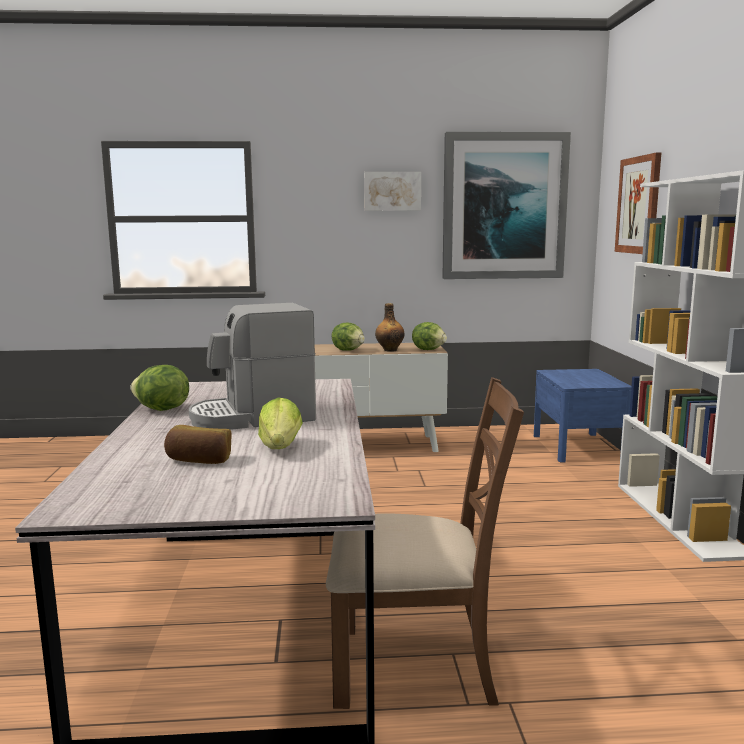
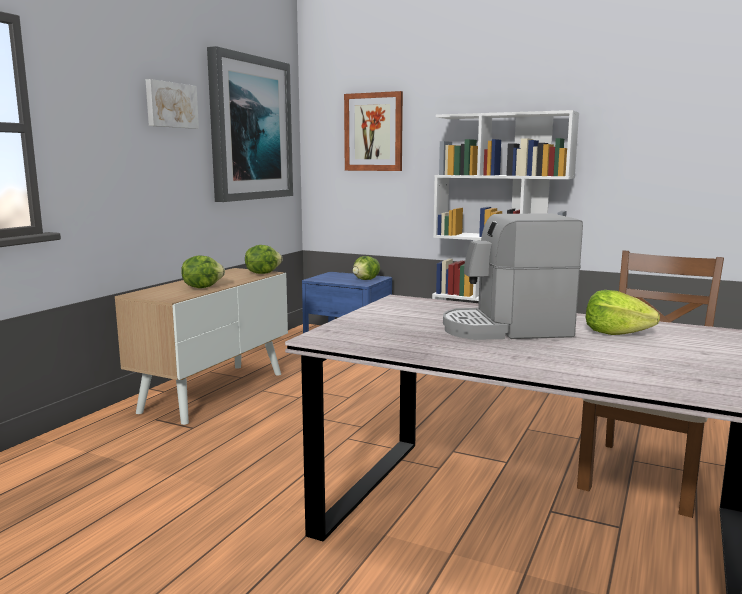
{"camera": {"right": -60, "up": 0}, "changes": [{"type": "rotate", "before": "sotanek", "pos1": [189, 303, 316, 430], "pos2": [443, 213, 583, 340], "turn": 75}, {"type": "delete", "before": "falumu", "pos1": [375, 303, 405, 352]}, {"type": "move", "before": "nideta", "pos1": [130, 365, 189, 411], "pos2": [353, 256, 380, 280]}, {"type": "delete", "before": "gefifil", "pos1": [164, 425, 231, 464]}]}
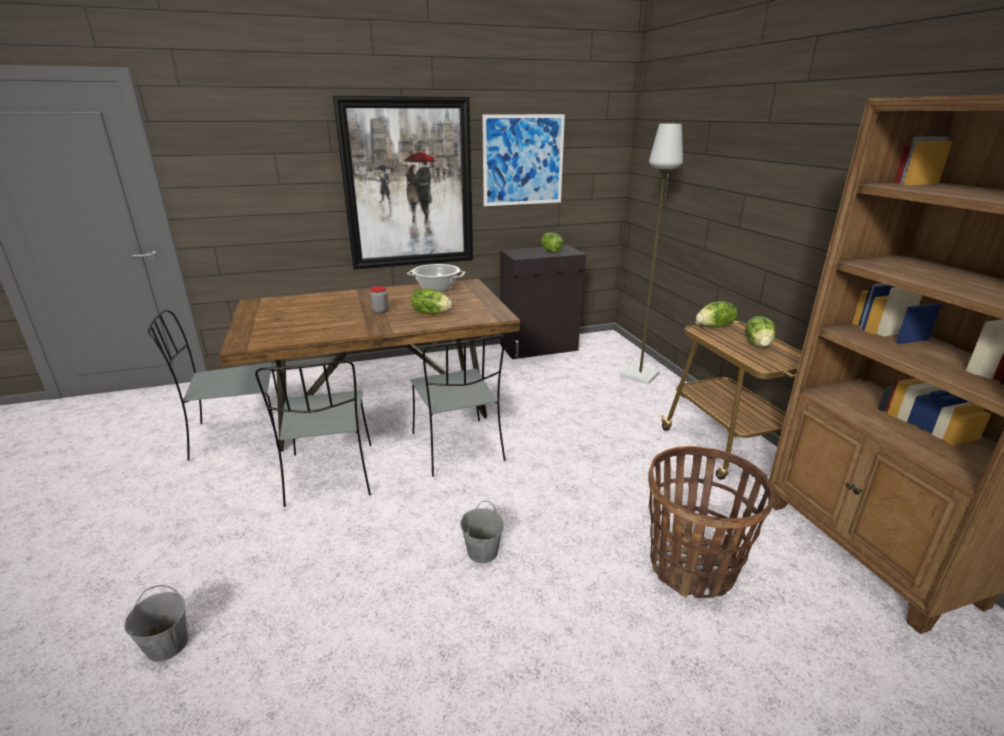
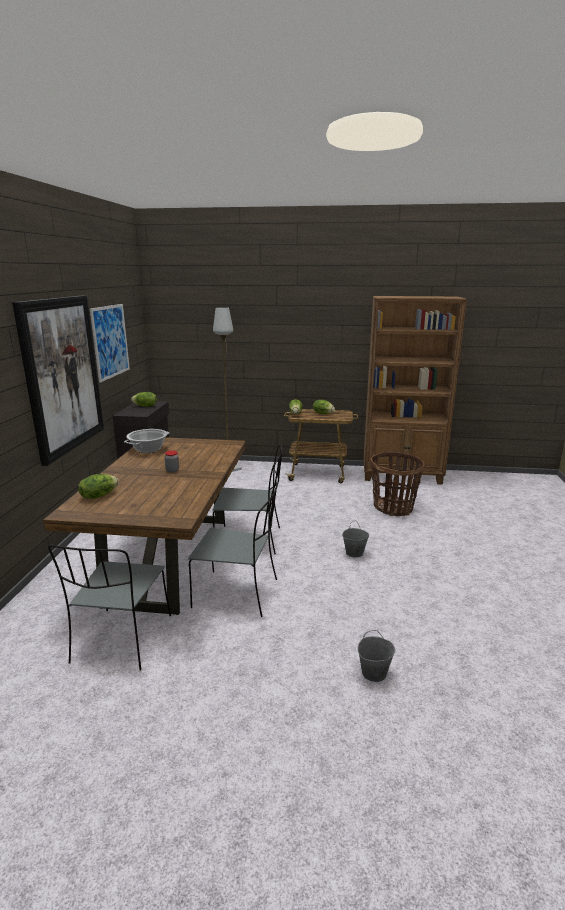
{"camera": {"right": -65, "up": -5}, "changes": [{"type": "move", "before": "nideta", "pos1": [411, 288, 452, 314], "pos2": [78, 474, 119, 499]}]}
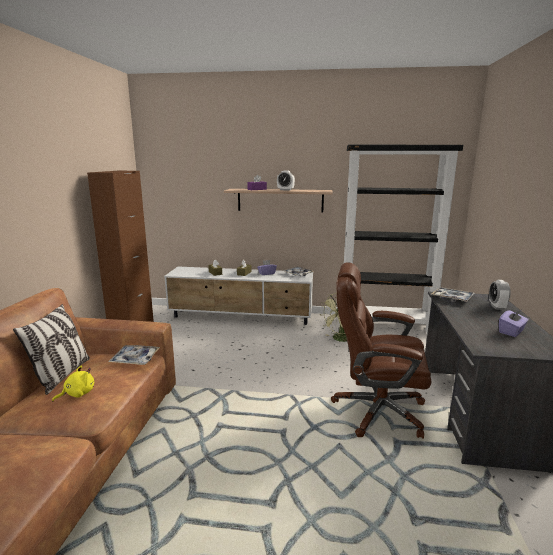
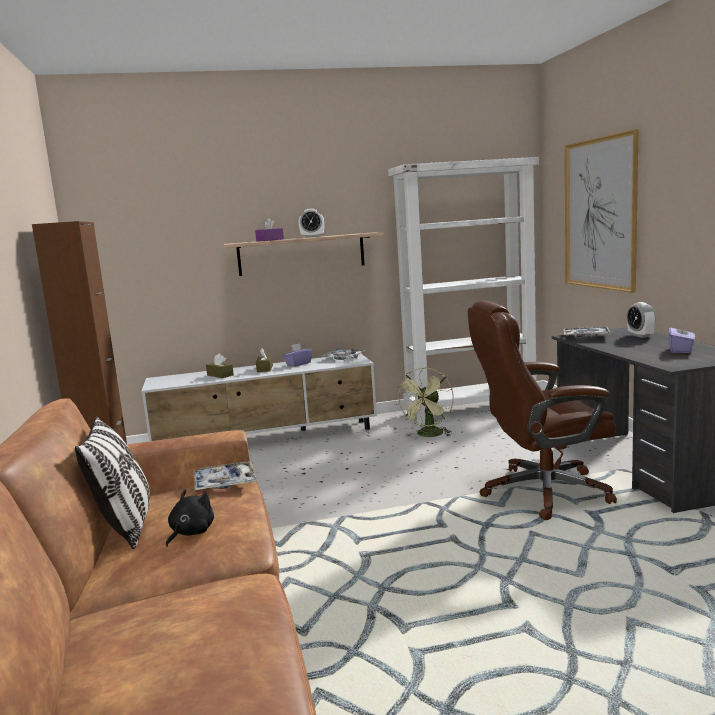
{"camera": {"right": -20, "up": -5}, "changes": [{"type": "recolor", "before": "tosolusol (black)", "after": "tosolusol (white)", "pos1": [344, 145, 463, 333], "pos2": [388, 157, 539, 424]}, {"type": "recolor", "before": "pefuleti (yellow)", "after": "pefuleti (black)", "pos1": [52, 365, 94, 402], "pos2": [166, 489, 214, 547]}, {"type": "insert", "after": "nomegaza", "pos2": [565, 129, 639, 293]}]}
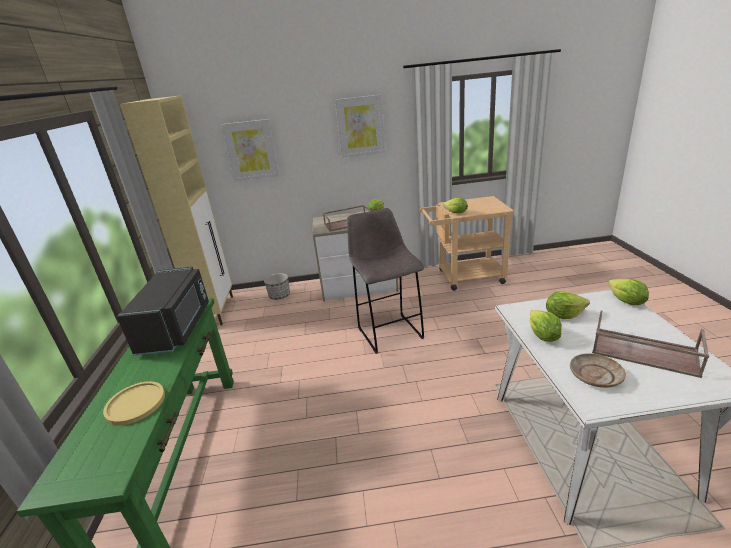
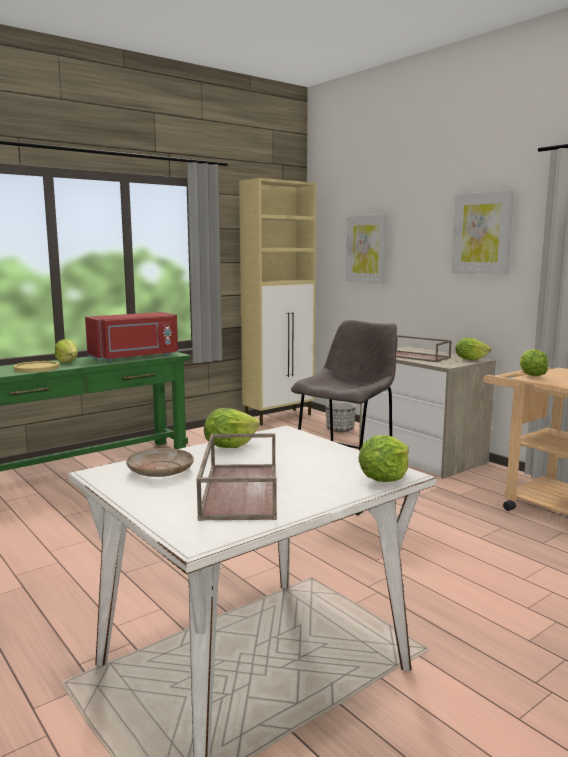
{"camera": {"right": 55, "up": -15}, "changes": [{"type": "recolor", "before": "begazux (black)", "after": "begazux (red)", "pos1": [117, 267, 209, 356], "pos2": [85, 312, 178, 361]}, {"type": "move", "before": "nideta", "pos1": [546, 291, 590, 319], "pos2": [55, 339, 78, 363]}]}
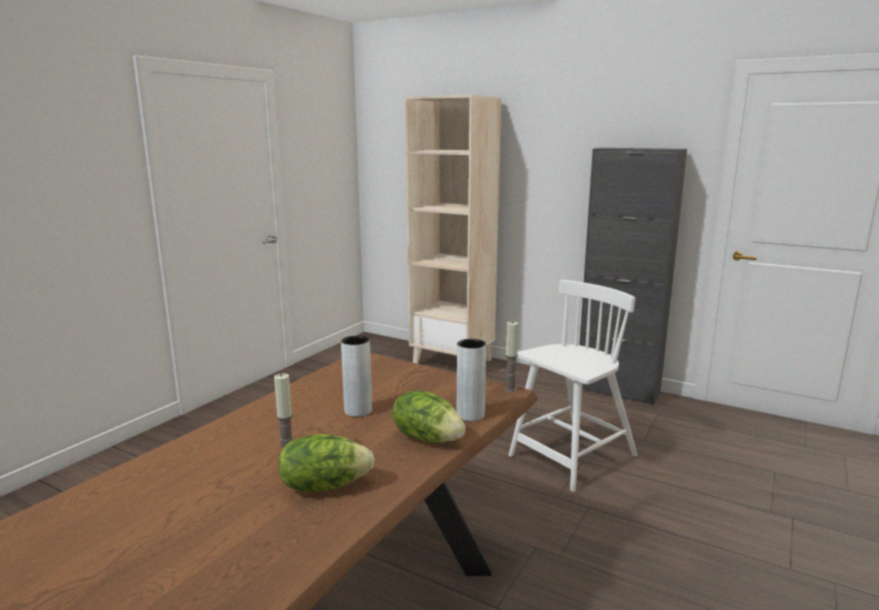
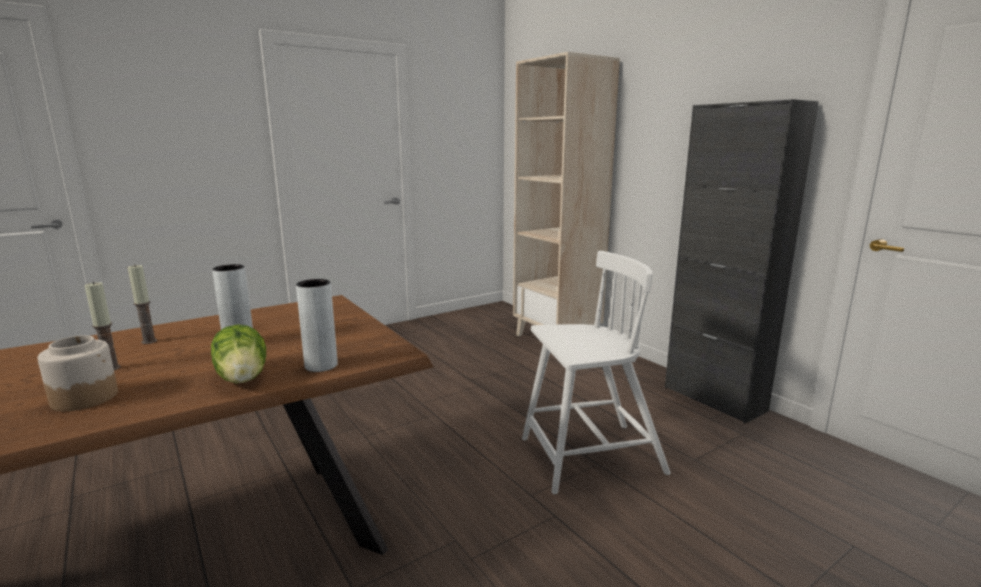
{"camera": {"right": 25, "up": 0}, "changes": [{"type": "move", "before": "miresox", "pos1": [504, 321, 518, 392], "pos2": [127, 264, 157, 344]}, {"type": "replace", "before": "nideta", "after": "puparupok", "pos1": [278, 434, 375, 492], "pos2": [37, 335, 118, 411]}]}
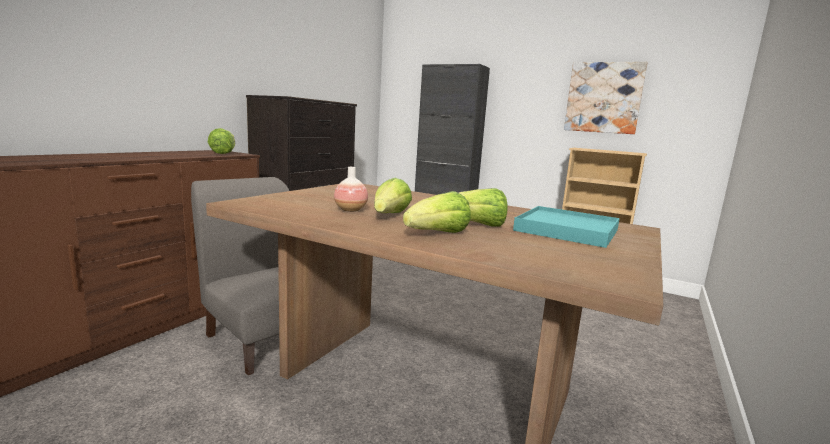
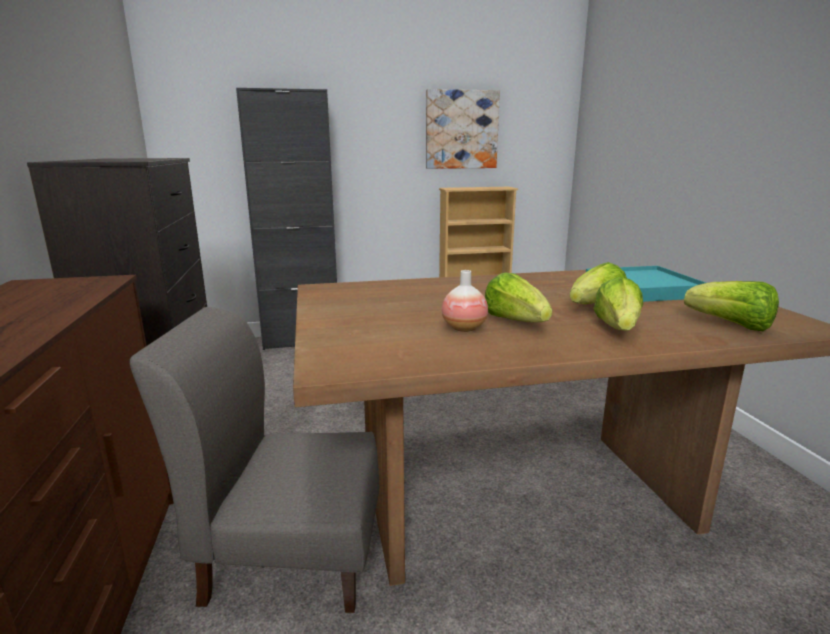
{"camera": {"right": -40, "up": 5}, "changes": [{"type": "move", "before": "nideta", "pos1": [208, 128, 235, 154], "pos2": [684, 281, 779, 331]}]}
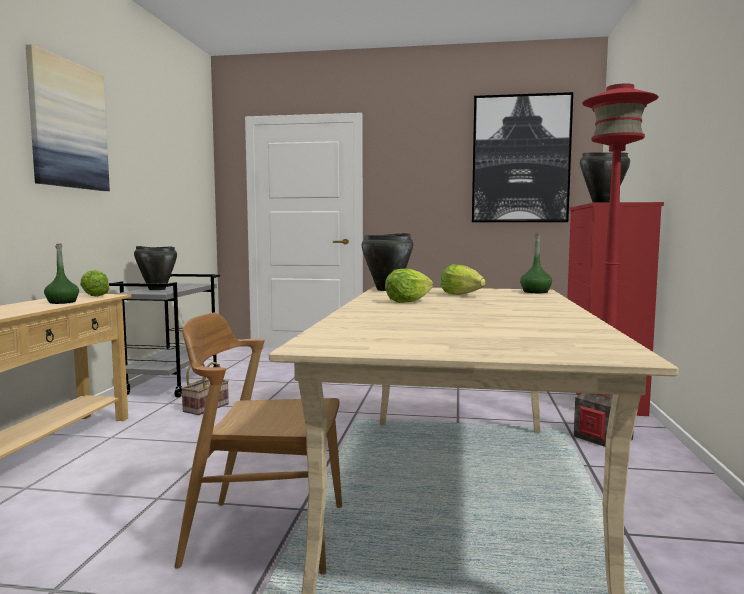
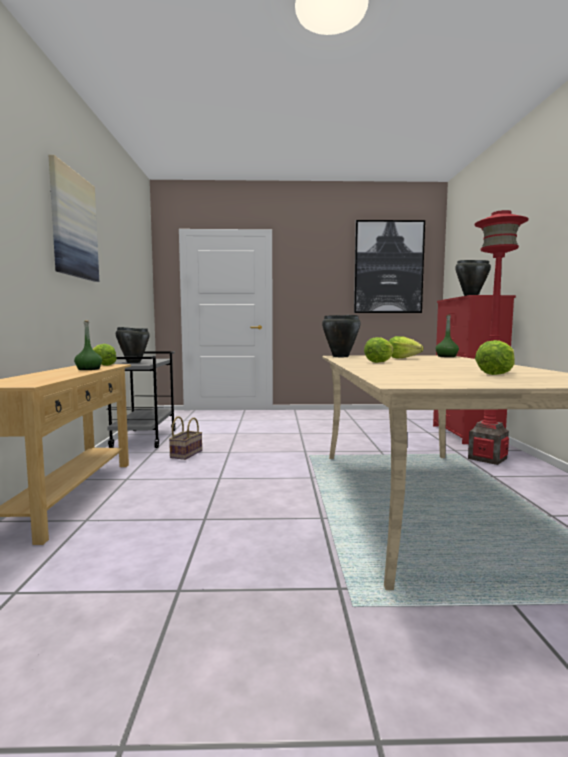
{"camera": {"right": -10, "up": 0}, "changes": [{"type": "delete", "before": "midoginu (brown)", "pos1": [175, 313, 342, 575]}, {"type": "insert", "after": "nideta", "pos2": [475, 340, 515, 375]}]}
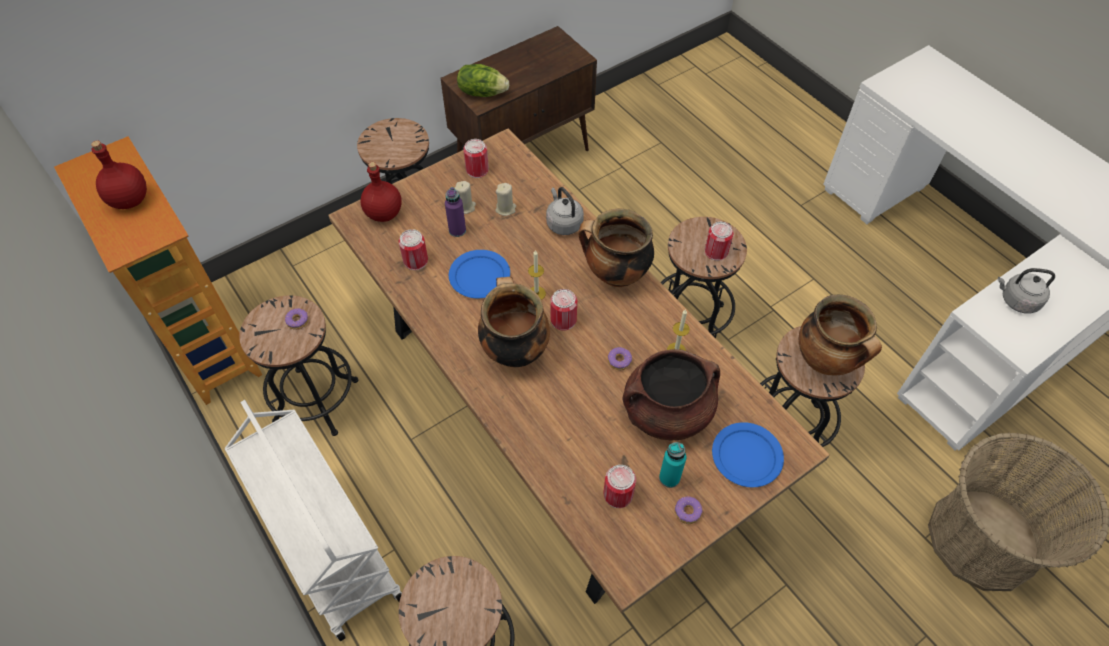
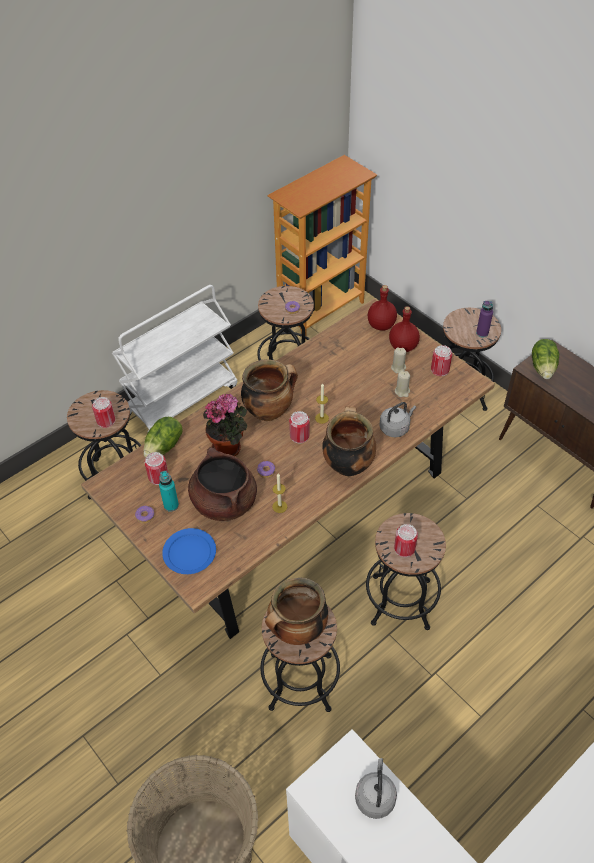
{"camera": {"right": 85, "up": -5}, "changes": [{"type": "move", "before": "falumu (red)", "pos1": [91, 141, 147, 209], "pos2": [389, 306, 420, 352]}, {"type": "move", "before": "falumu (purple)", "pos1": [445, 187, 466, 237], "pos2": [476, 301, 493, 338]}, {"type": "move", "before": "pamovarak", "pos1": [399, 229, 428, 270], "pos2": [92, 397, 115, 428]}, {"type": "delete", "before": "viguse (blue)", "pos1": [449, 250, 510, 298]}, {"type": "insert", "after": "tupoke", "pos2": [203, 394, 247, 456]}, {"type": "insert", "after": "nideta", "pos2": [143, 417, 182, 458]}]}
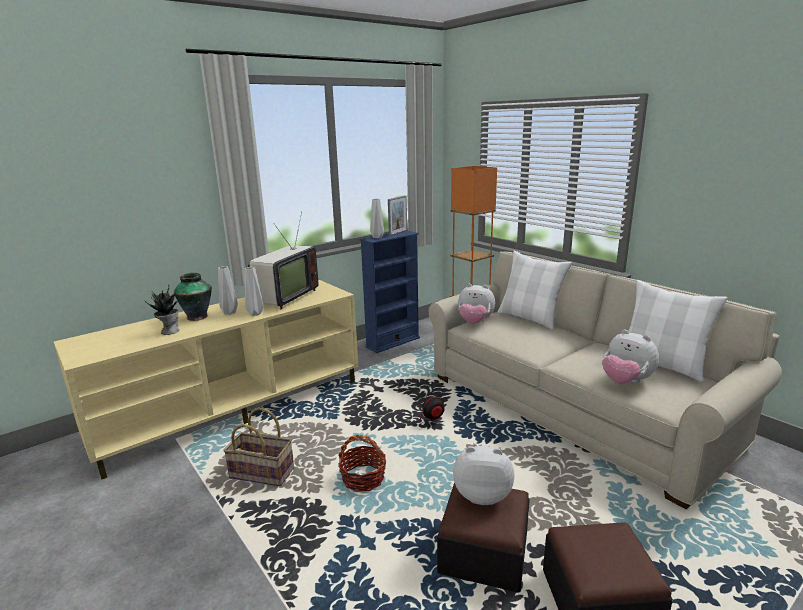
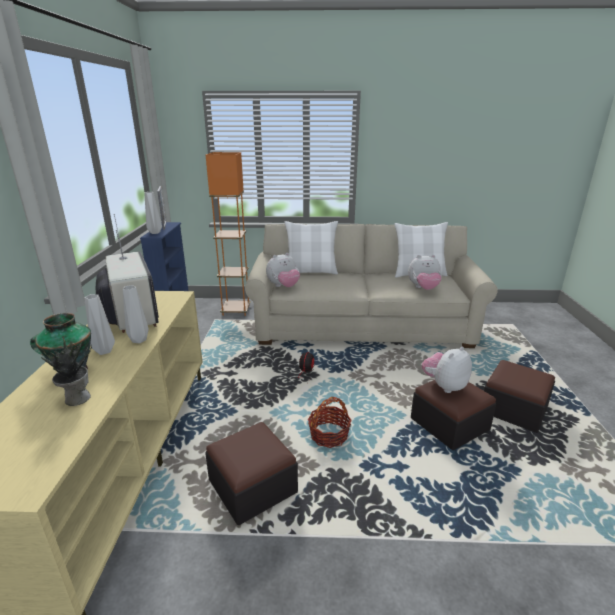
{"camera": {"right": -50, "up": 5}, "changes": [{"type": "replace", "before": "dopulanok", "after": "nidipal", "pos1": [223, 407, 294, 486], "pos2": [205, 422, 298, 525]}]}
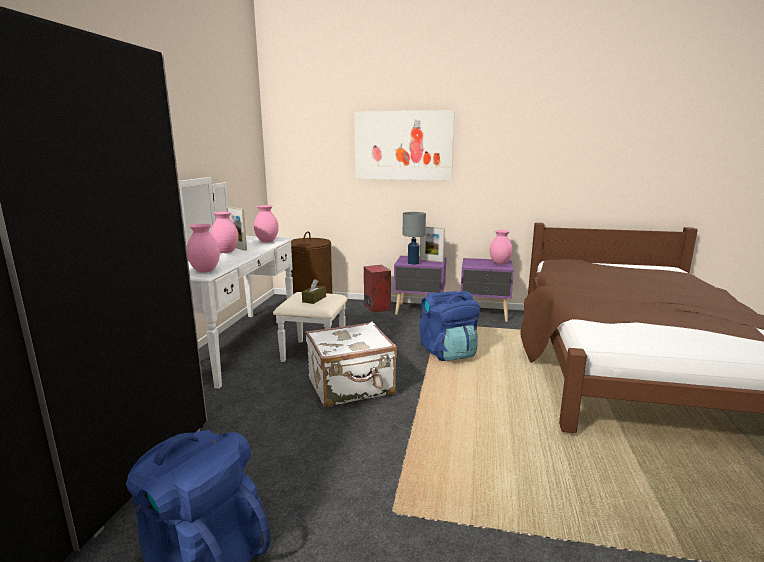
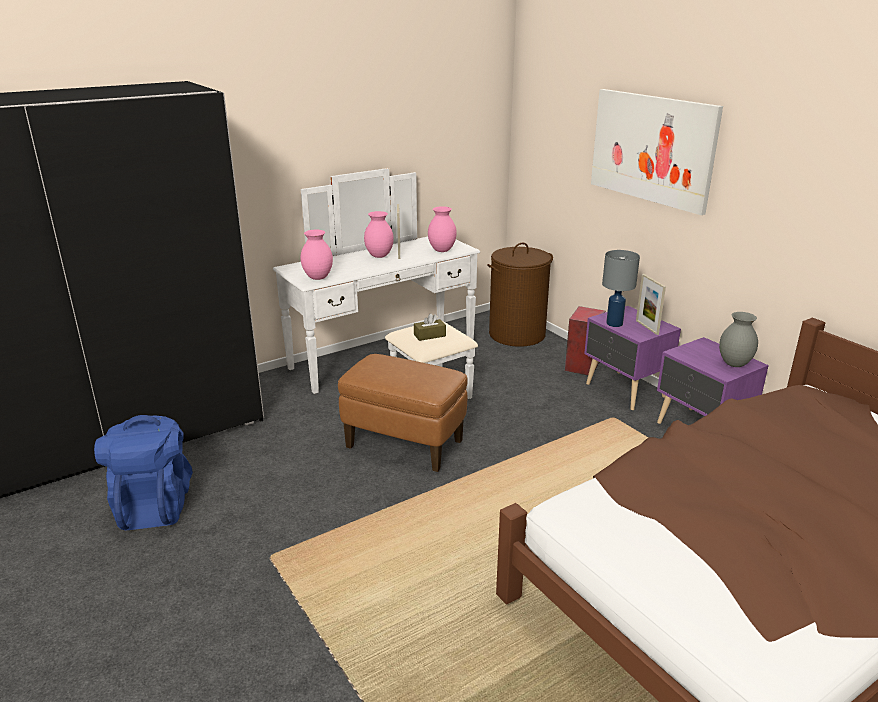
{"camera": {"right": 45, "up": 10}, "changes": [{"type": "recolor", "before": "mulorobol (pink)", "after": "mulorobol (grey)", "pos1": [490, 230, 512, 264], "pos2": [719, 312, 758, 367]}, {"type": "delete", "before": "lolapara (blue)", "pos1": [419, 291, 480, 361]}, {"type": "replace", "before": "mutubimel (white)", "after": "nidipal (brown)", "pos1": [305, 322, 397, 407], "pos2": [338, 354, 468, 472]}]}
